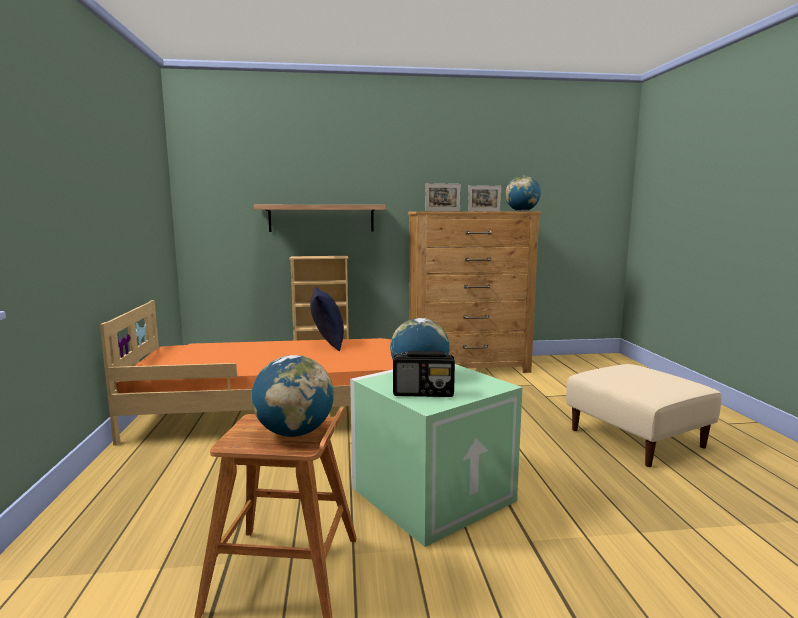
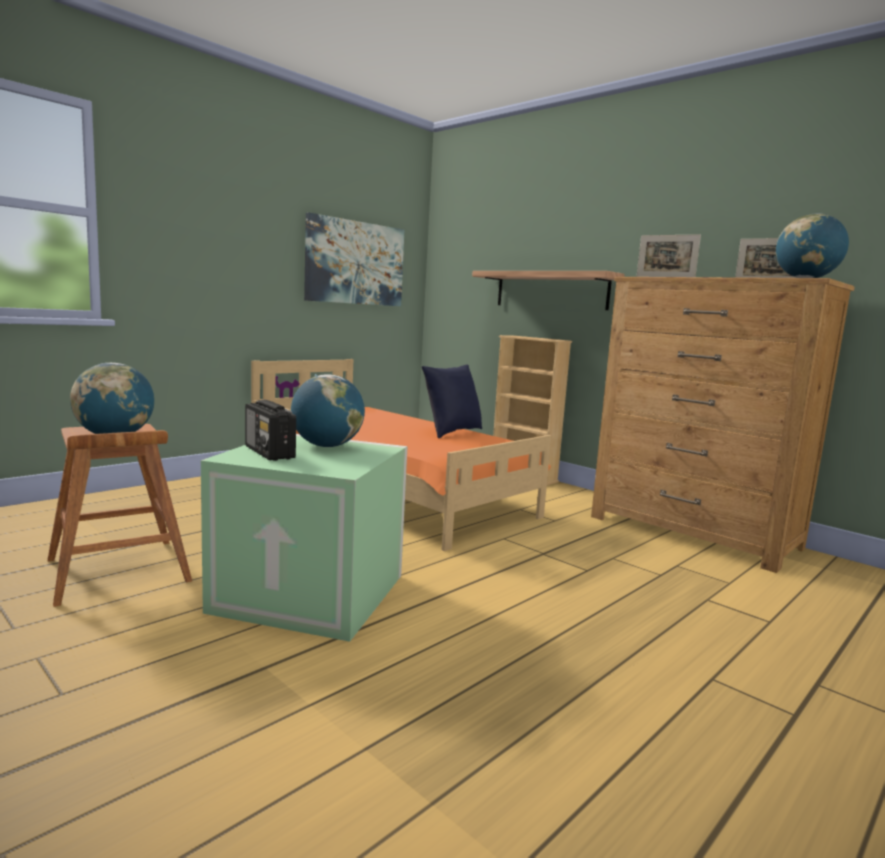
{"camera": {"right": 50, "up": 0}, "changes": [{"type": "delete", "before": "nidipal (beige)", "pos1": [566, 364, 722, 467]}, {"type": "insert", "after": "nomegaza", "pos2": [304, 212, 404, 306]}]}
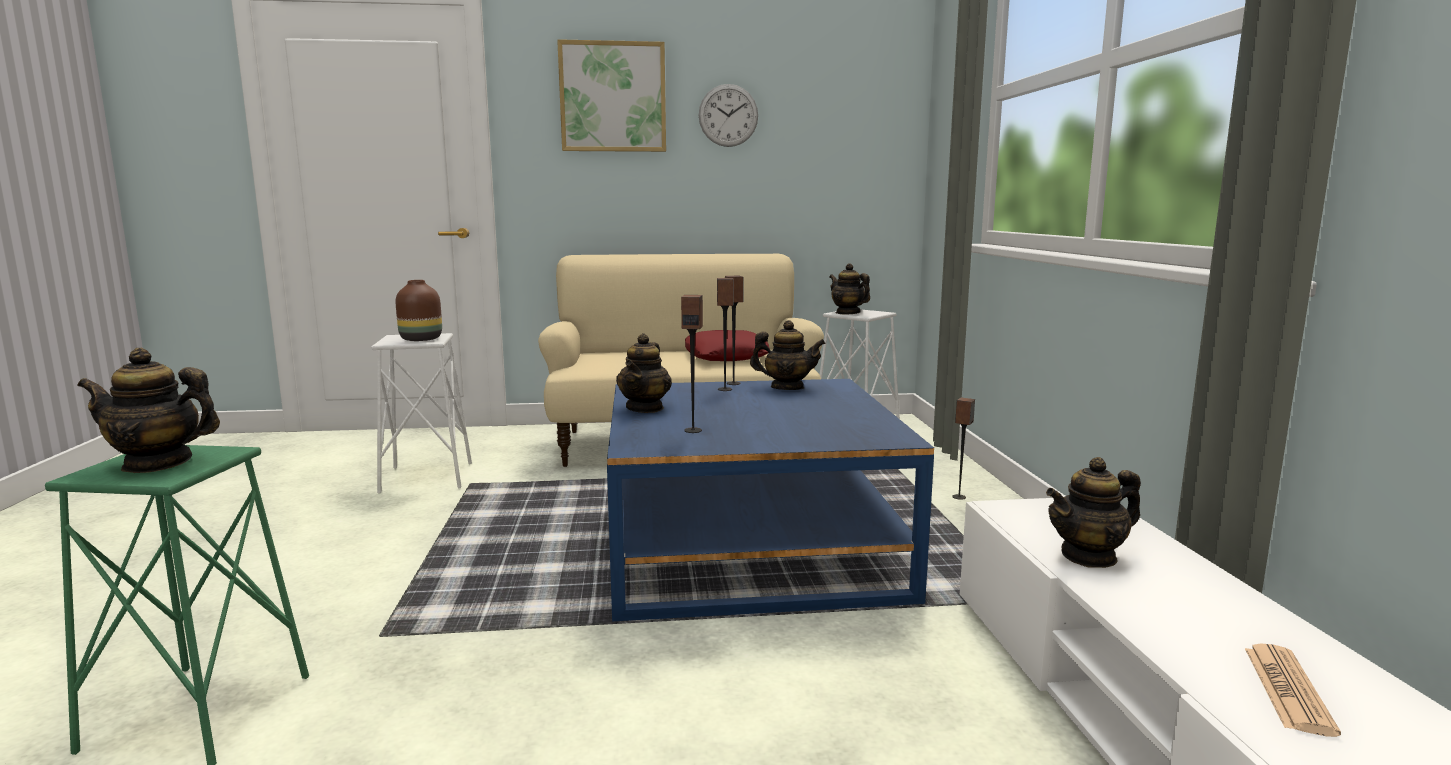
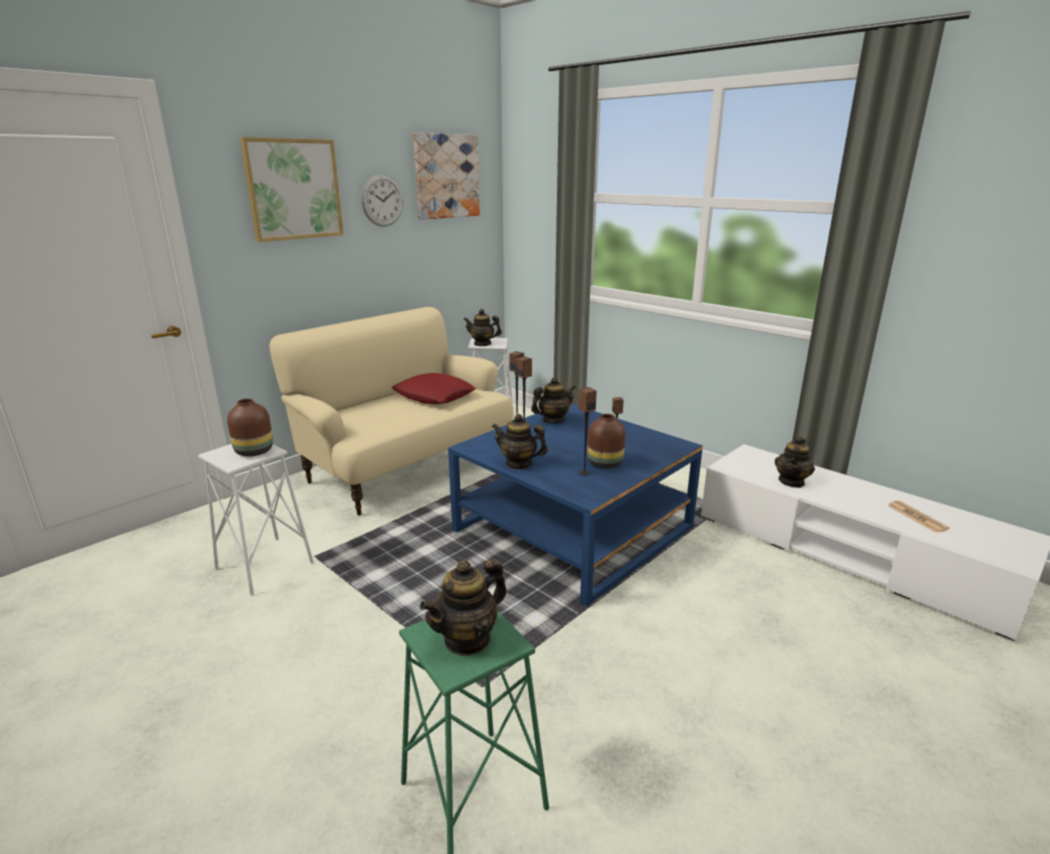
{"camera": {"right": -40, "up": 10}, "changes": [{"type": "rotate", "before": "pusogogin", "pos1": [616, 333, 672, 413], "pos2": [492, 414, 548, 470], "turn": 135}, {"type": "insert", "after": "nomegaza", "pos2": [413, 133, 480, 220]}, {"type": "insert", "after": "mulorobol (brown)", "pos2": [588, 414, 625, 469]}]}
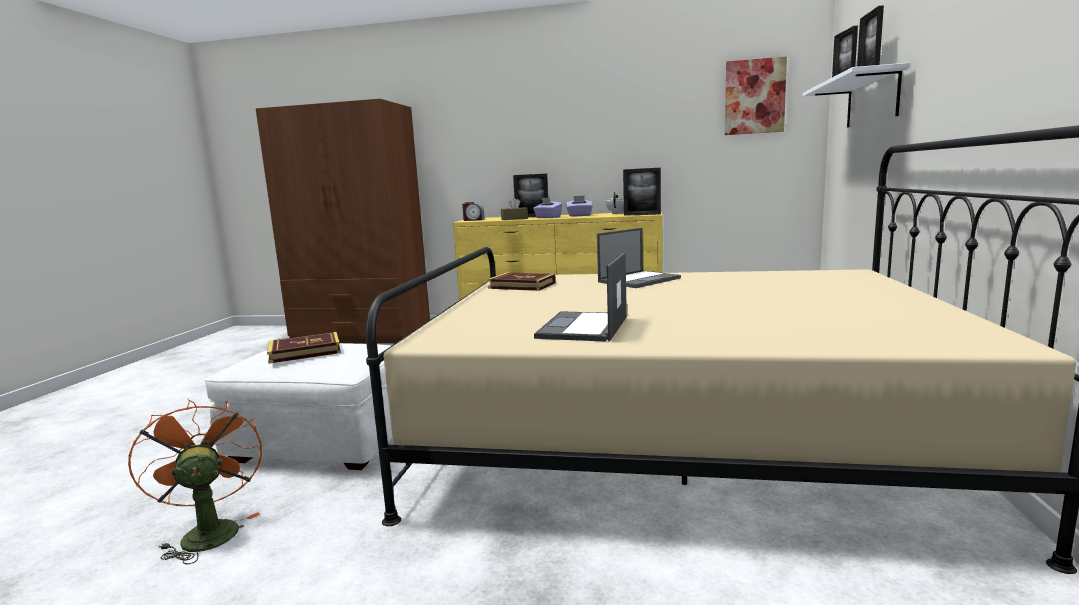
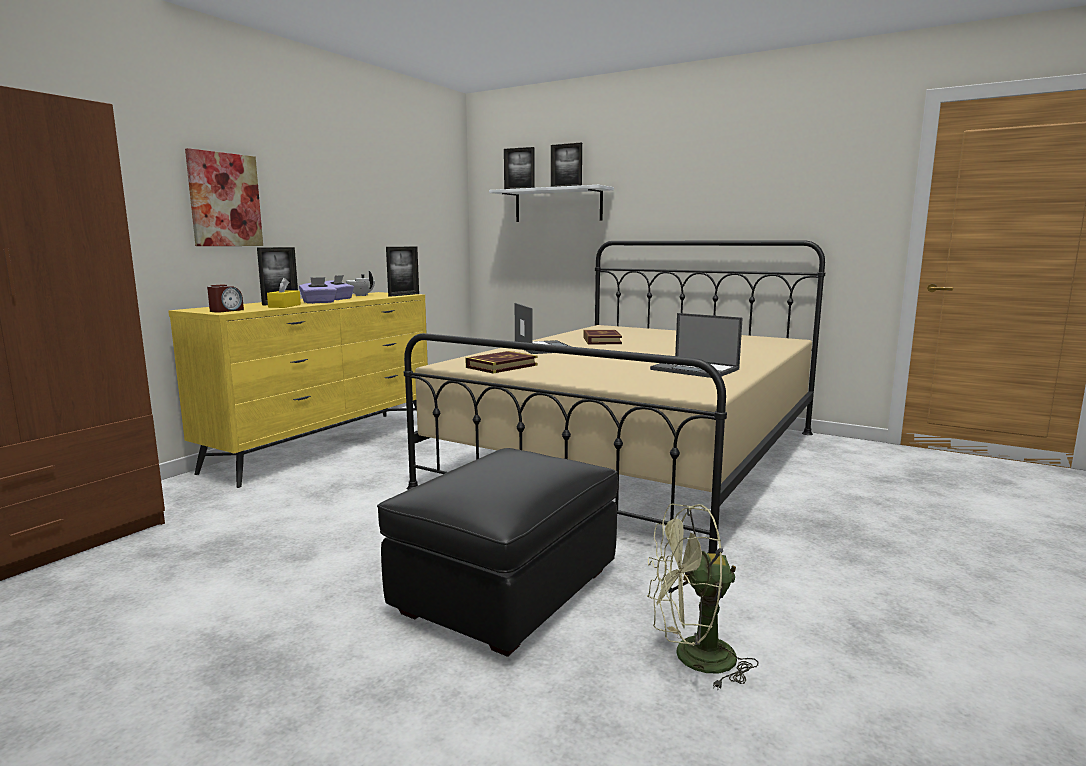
{"camera": {"right": -70, "up": 0}, "changes": [{"type": "move", "before": "nomegaza", "pos1": [725, 56, 787, 135], "pos2": [185, 148, 263, 246]}, {"type": "recolor", "before": "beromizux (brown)", "after": "beromizux (yellow)", "pos1": [501, 198, 528, 220], "pos2": [267, 278, 301, 308]}, {"type": "move", "before": "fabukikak", "pos1": [267, 332, 341, 364], "pos2": [583, 330, 622, 344]}, {"type": "recolor", "before": "nidipal (white)", "after": "nidipal (black)", "pos1": [204, 343, 392, 470], "pos2": [377, 448, 618, 657]}, {"type": "recolor", "before": "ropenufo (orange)", "after": "ropenufo (green)", "pos1": [128, 398, 262, 564], "pos2": [647, 503, 759, 690]}]}
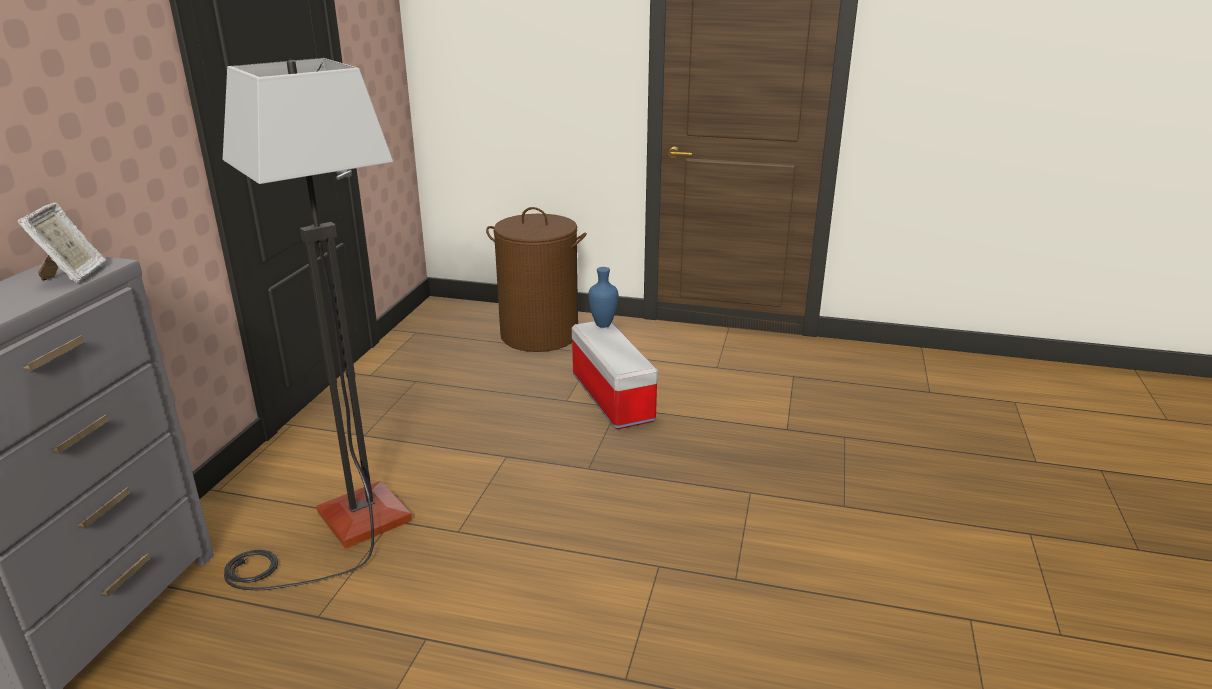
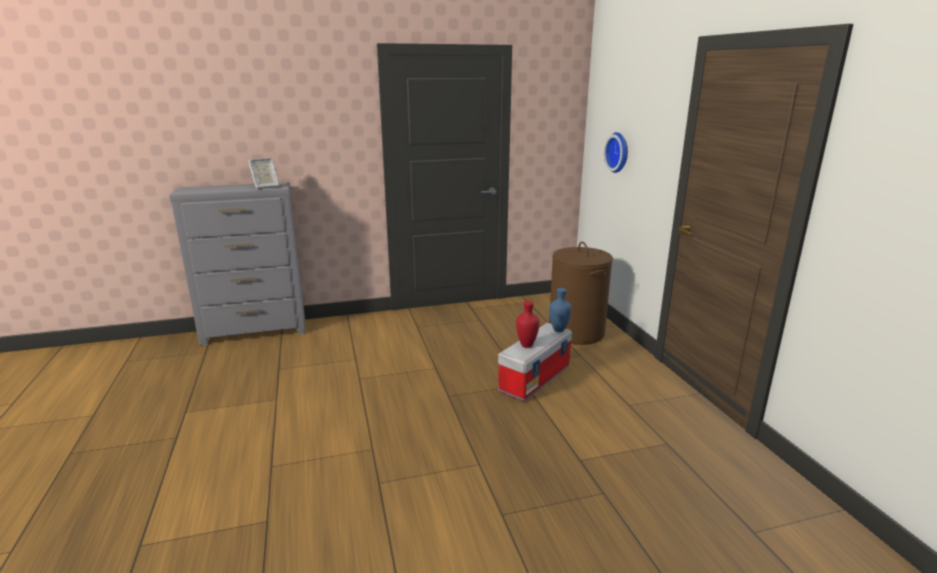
{"camera": {"right": 60, "up": -5}, "changes": [{"type": "delete", "before": "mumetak", "pos1": [223, 58, 412, 590]}, {"type": "insert", "after": "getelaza", "pos2": [604, 132, 628, 173]}, {"type": "insert", "after": "mulorobol (red)", "pos2": [516, 301, 540, 348]}]}
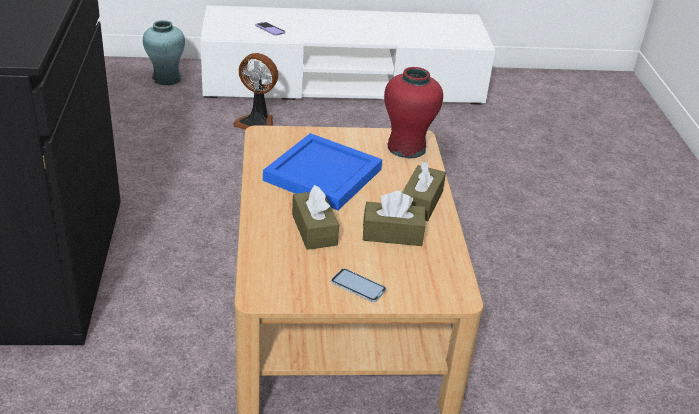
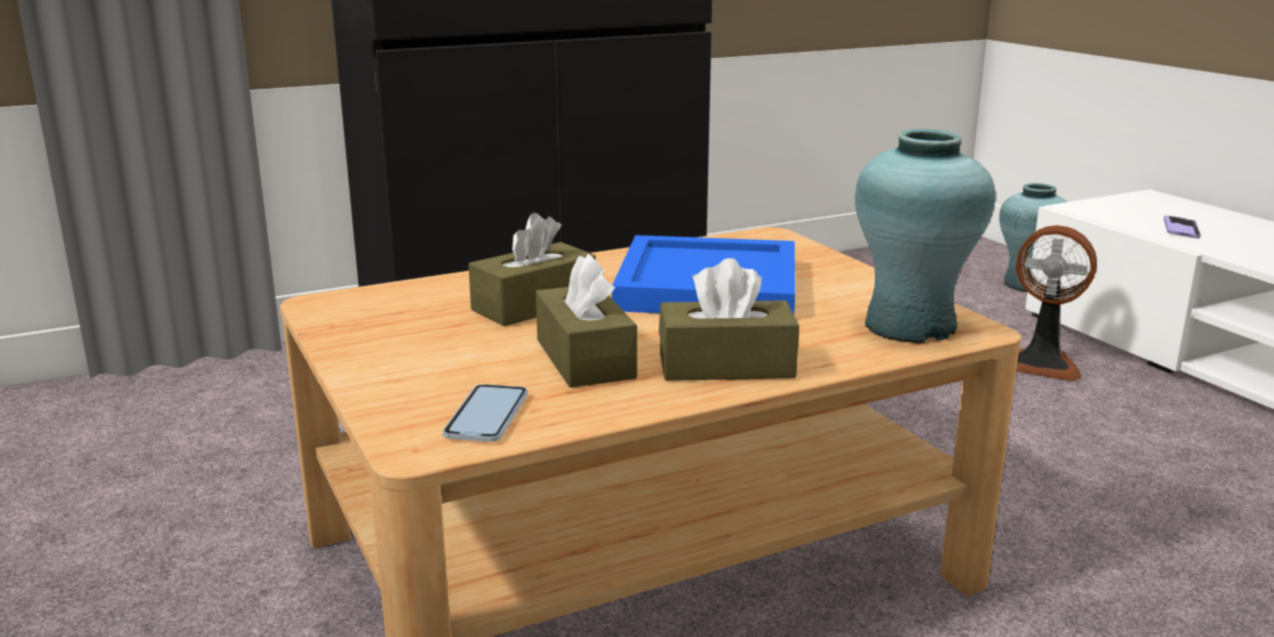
{"camera": {"right": 70, "up": -15}, "changes": [{"type": "rotate", "before": "ropenufo", "pos1": [233, 53, 278, 130], "pos2": [1016, 225, 1097, 381], "turn": -60}, {"type": "recolor", "before": "mulorobol (red)", "after": "mulorobol (turquoise)", "pos1": [384, 67, 443, 159], "pos2": [855, 129, 995, 343]}, {"type": "move", "before": "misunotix", "pos1": [331, 268, 386, 302], "pos2": [443, 384, 528, 442]}]}
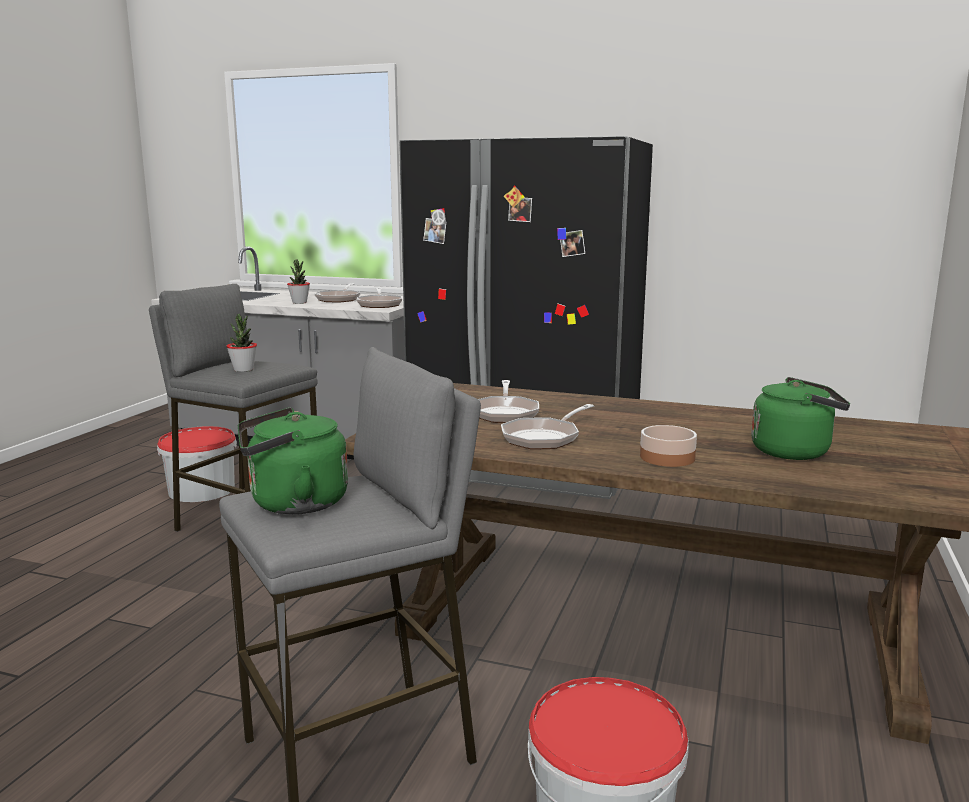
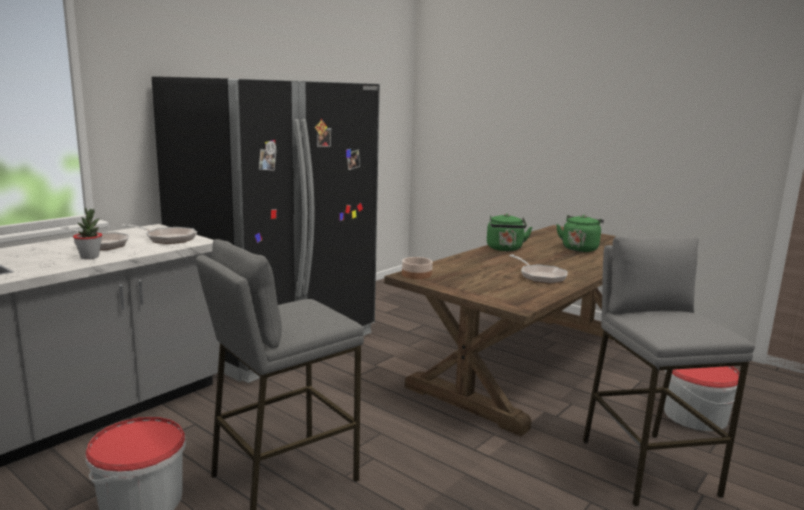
{"camera": {"right": -70, "up": 0}, "changes": [{"type": "delete", "before": "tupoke", "pos1": [226, 314, 257, 372]}, {"type": "delete", "before": "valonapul", "pos1": [478, 380, 539, 423]}, {"type": "move", "before": "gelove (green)", "pos1": [238, 407, 348, 514], "pos2": [487, 213, 533, 251]}, {"type": "move", "before": "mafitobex", "pos1": [640, 425, 697, 467], "pos2": [402, 257, 432, 279]}]}
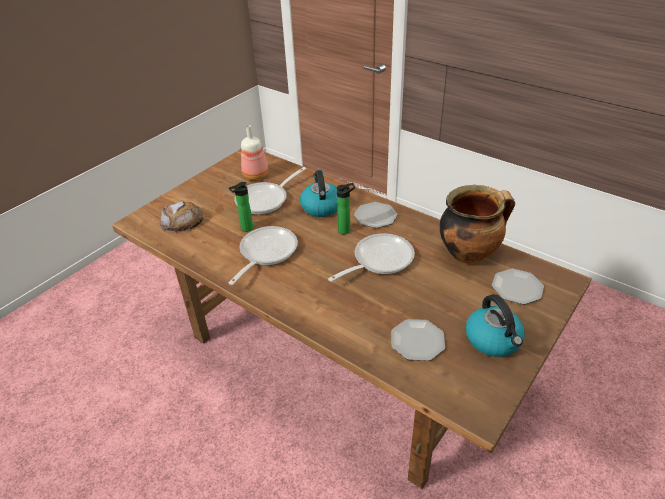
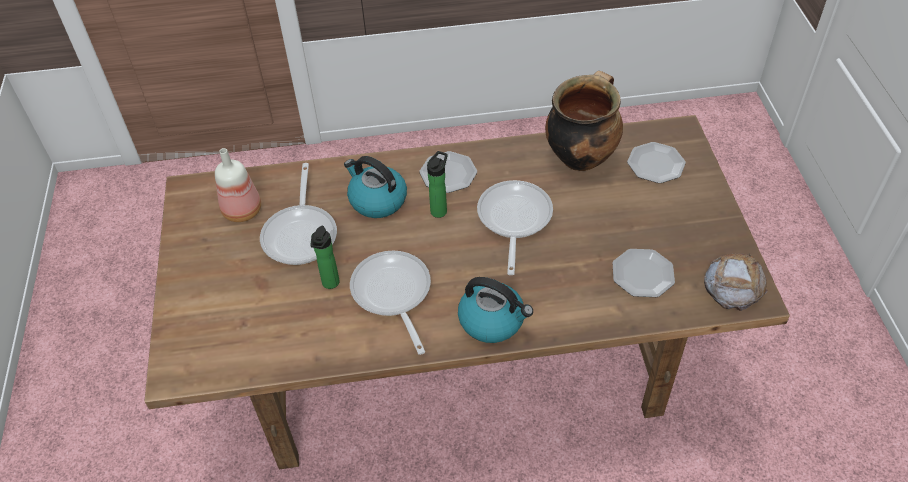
{"camera": {"right": -45, "up": 10}, "changes": [{"type": "move", "before": "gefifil", "pos1": [160, 200, 203, 232], "pos2": [704, 253, 768, 311]}, {"type": "move", "before": "gelove", "pos1": [466, 294, 525, 357], "pos2": [458, 277, 533, 343]}]}
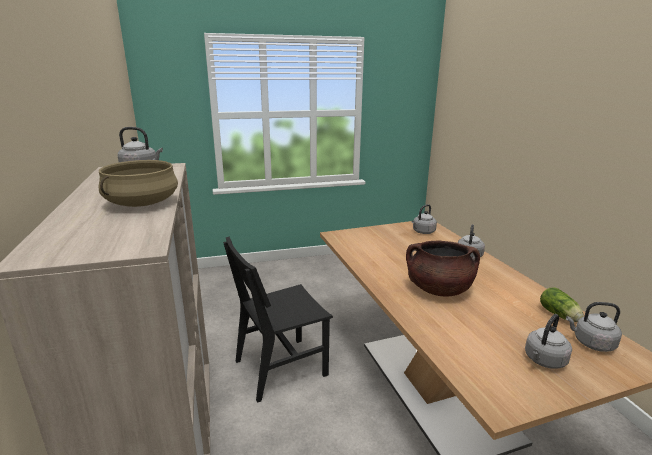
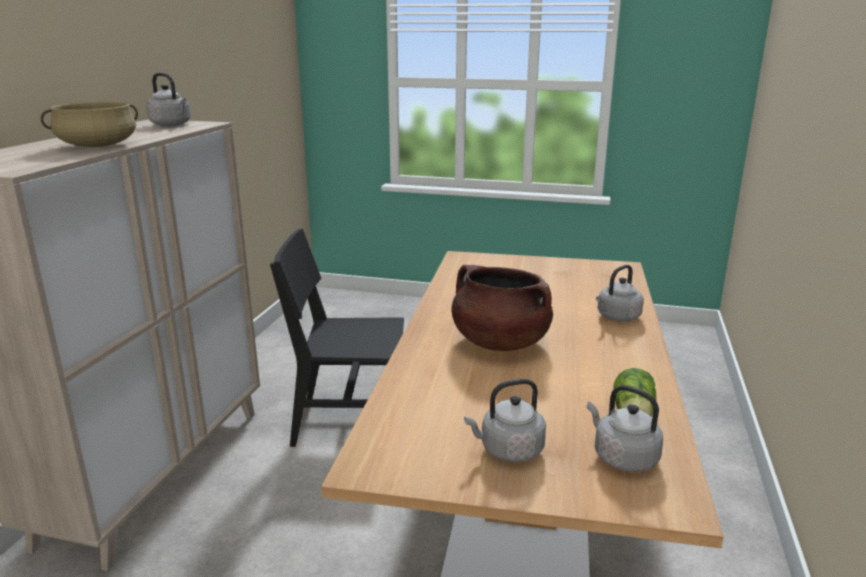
{"camera": {"right": 30, "up": 0}, "changes": [{"type": "delete", "before": "gelove (grey)", "pos1": [412, 204, 437, 234]}]}
